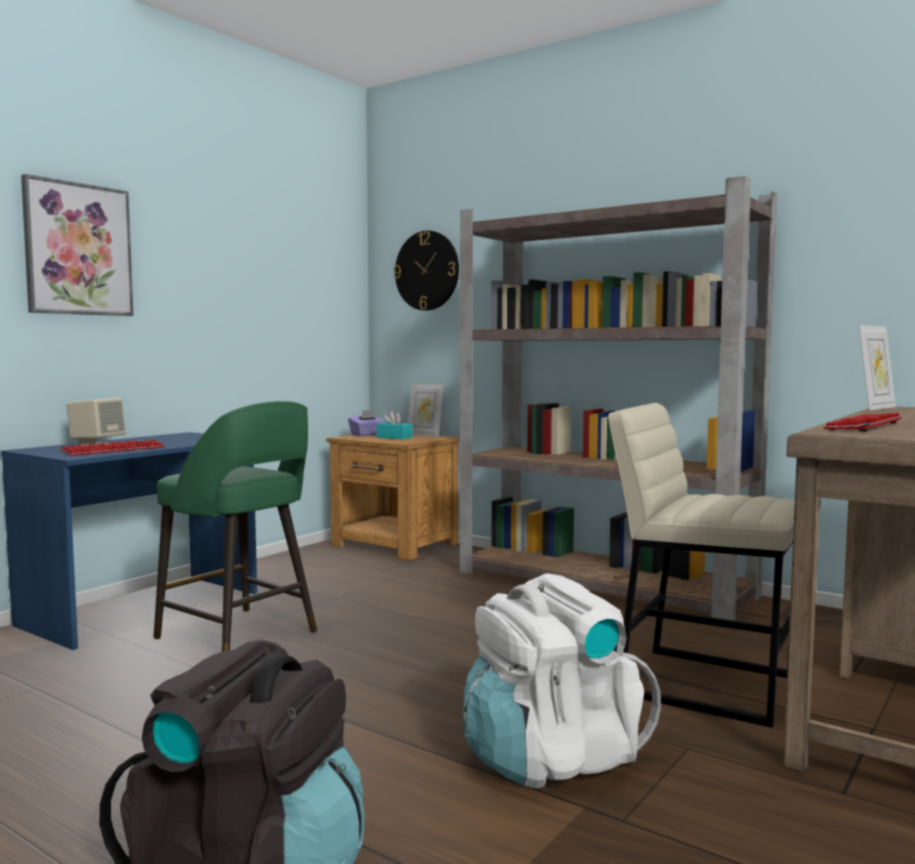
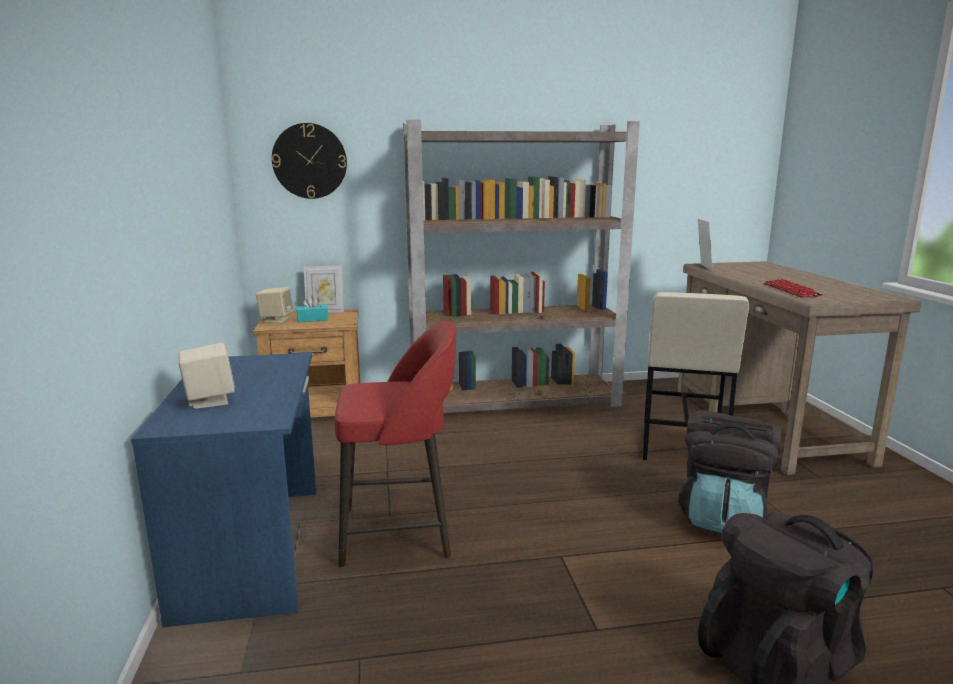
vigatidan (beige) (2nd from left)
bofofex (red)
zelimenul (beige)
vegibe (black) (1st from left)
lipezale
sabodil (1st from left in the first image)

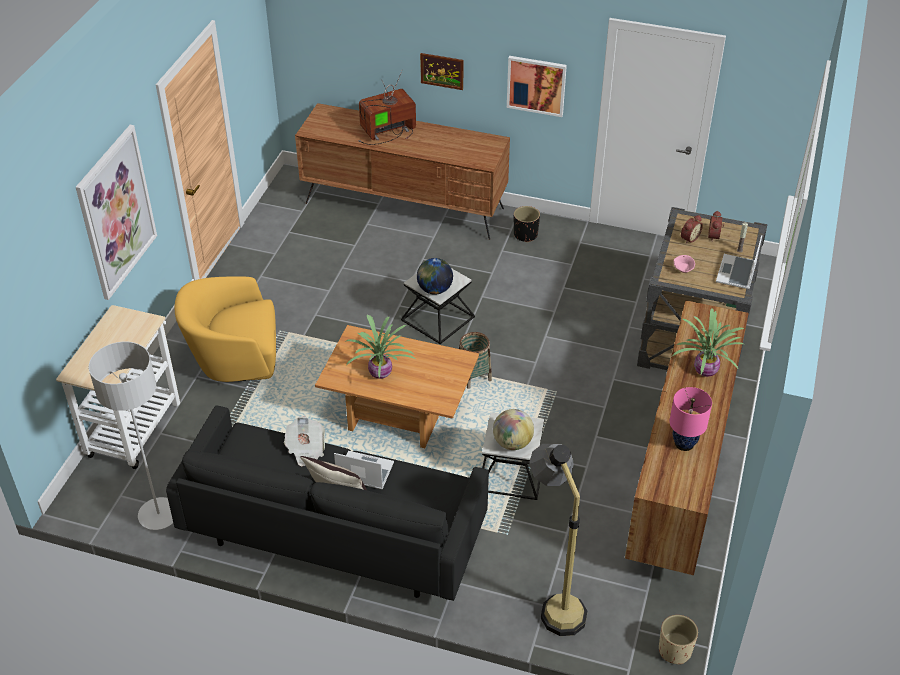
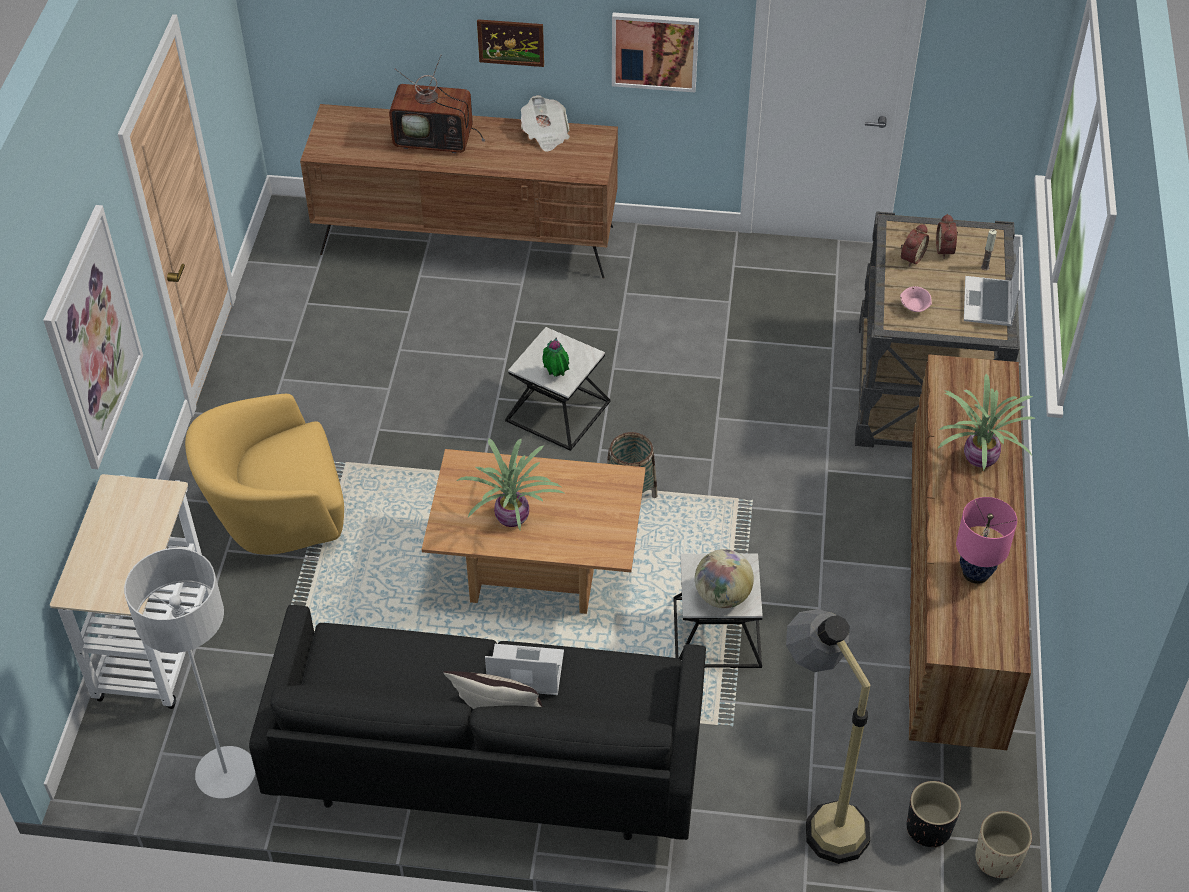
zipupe
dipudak
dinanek (2nd from left)
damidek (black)

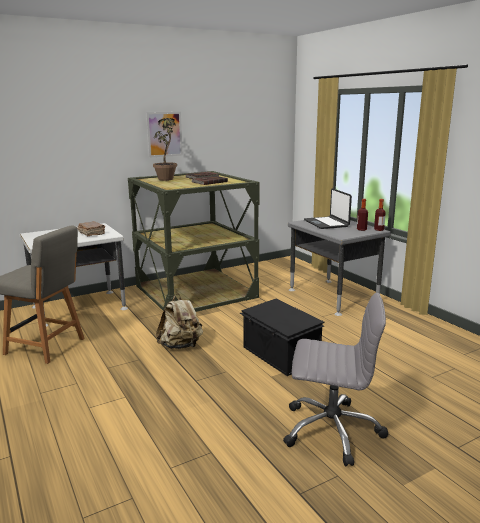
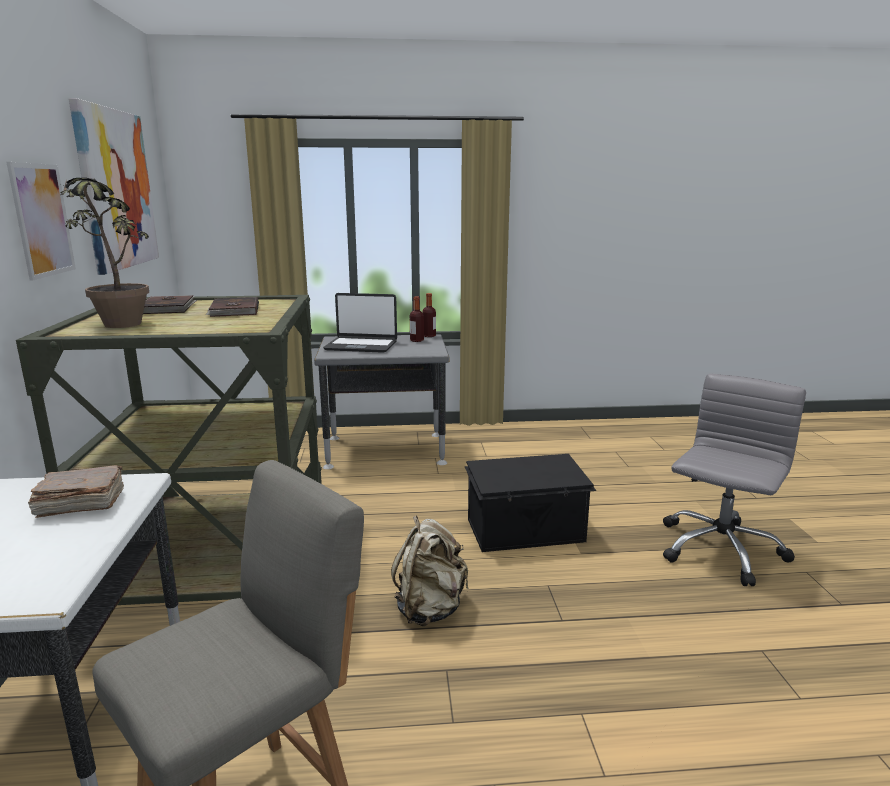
lipezale (2nd from left)

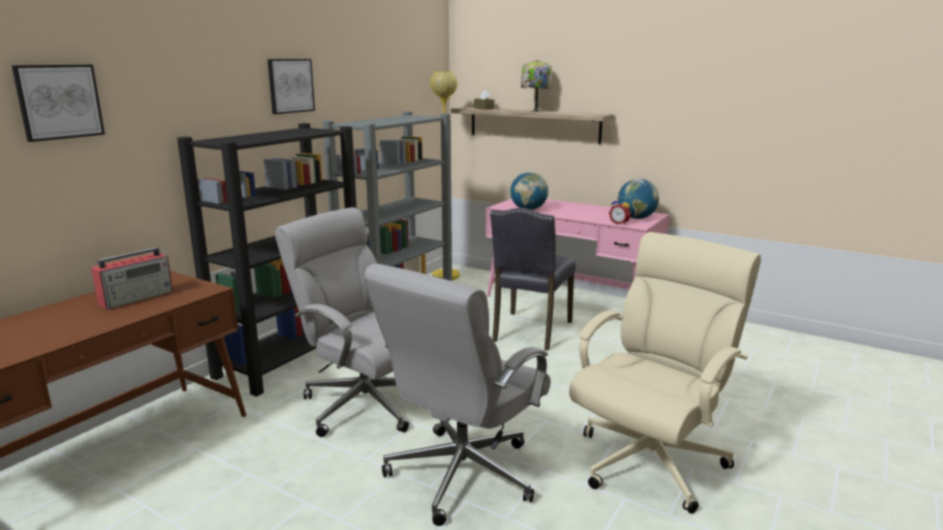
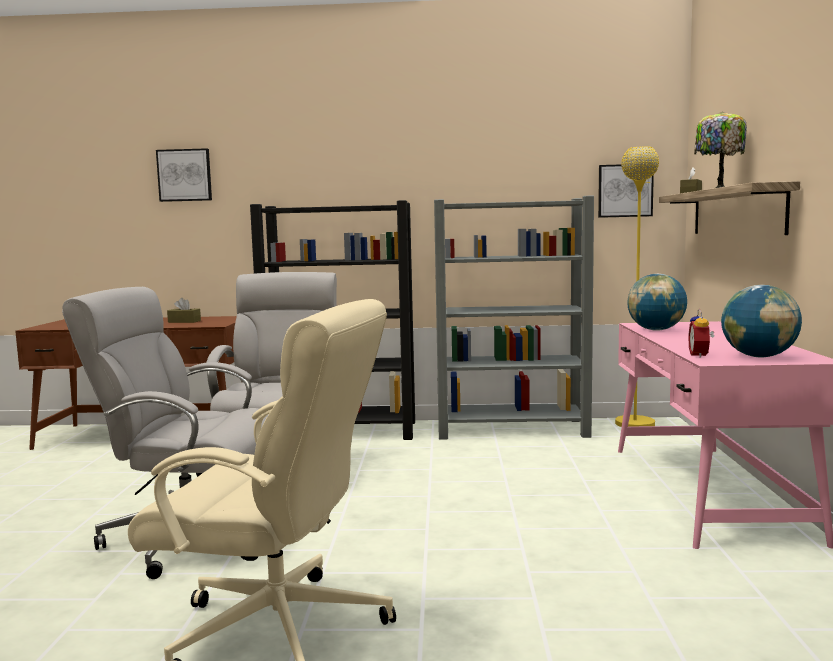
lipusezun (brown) (1st from left)
lipezale (2nd from left)
zelimenul (grey)

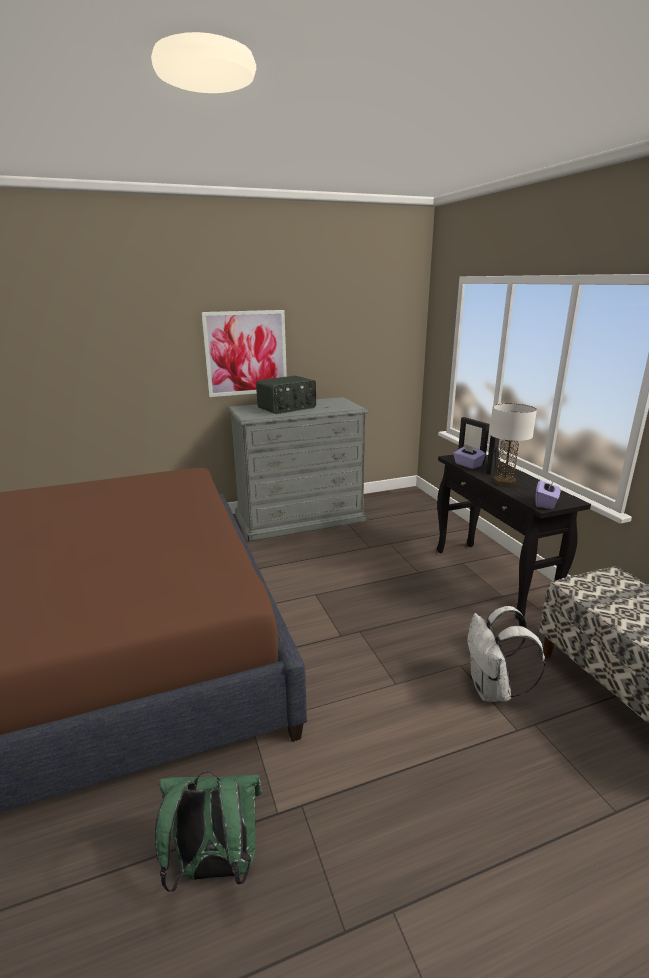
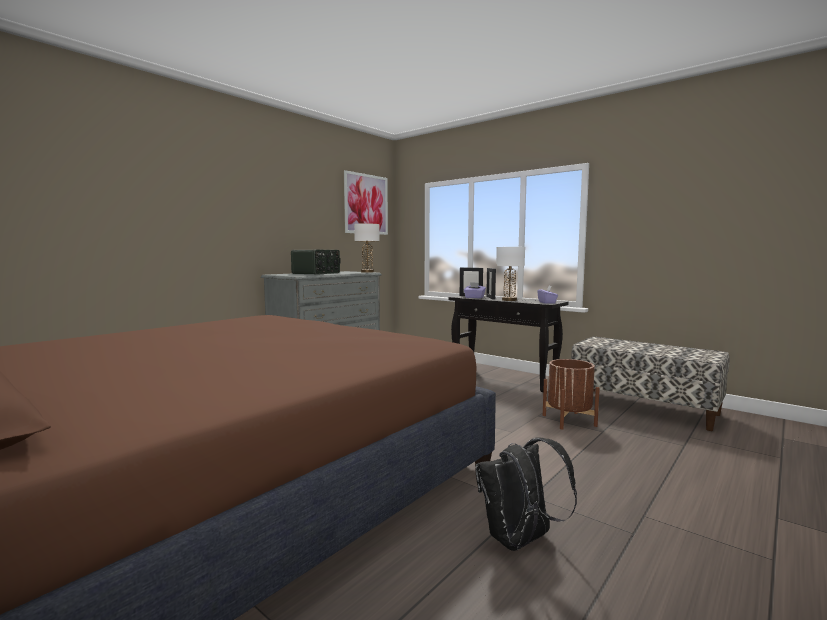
lipezale
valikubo (1st from left)
vegibe (black)
damidek (brown)

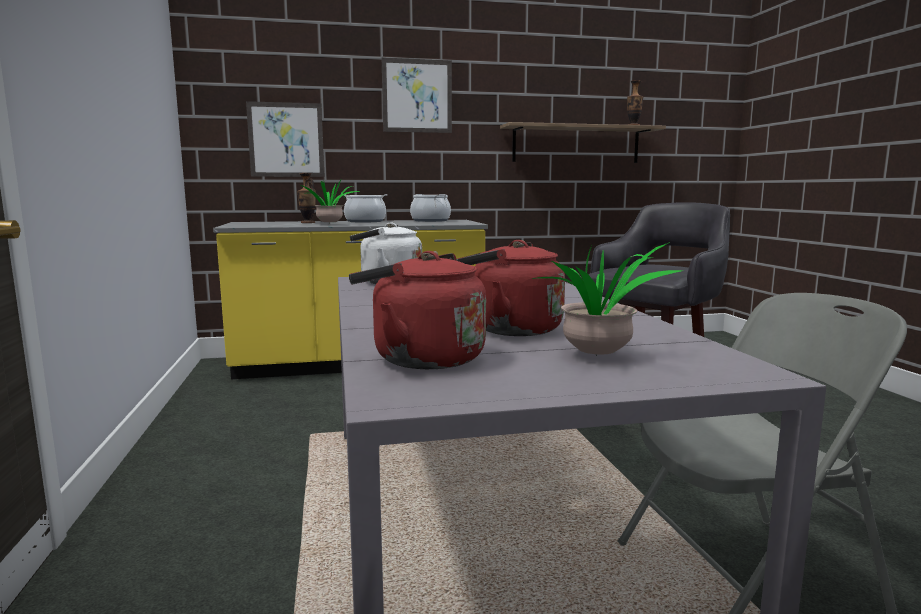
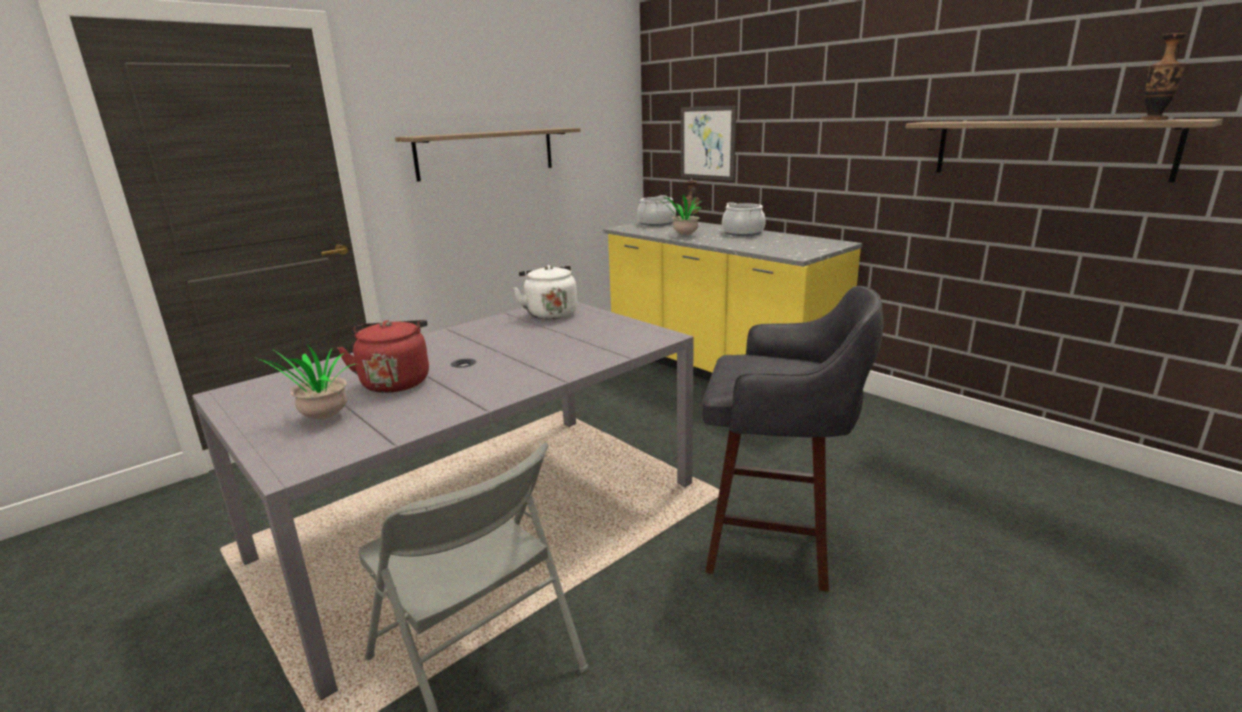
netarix (1st from left)
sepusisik (1st from left)
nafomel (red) (1st from left in the first image)
lipezale (2nd from left in the first image)

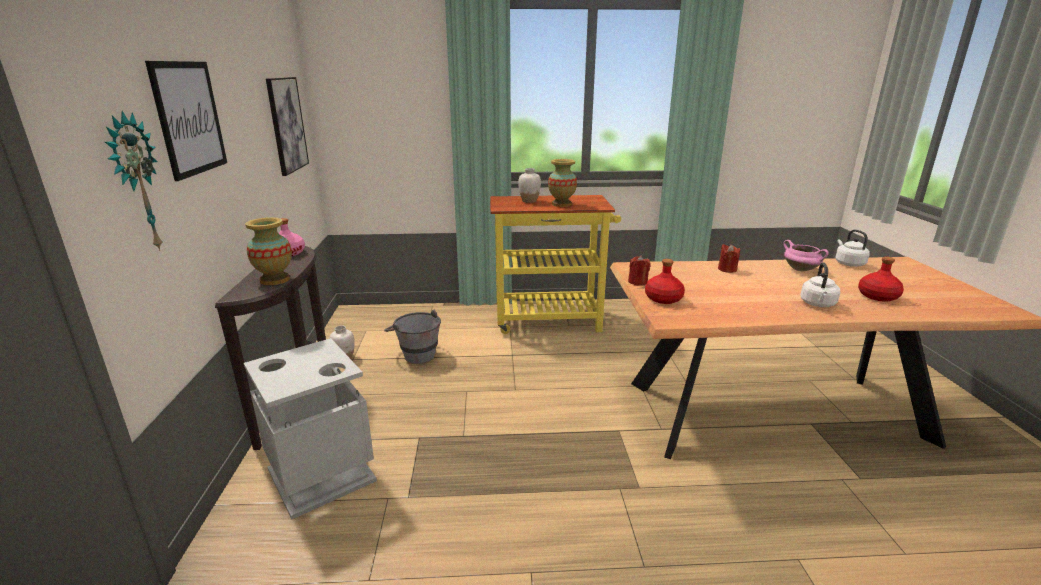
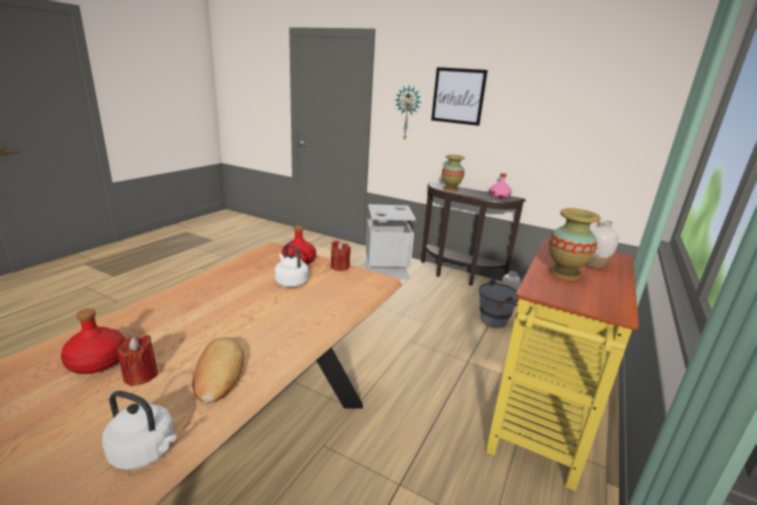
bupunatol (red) (1st from left)
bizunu
nafomel (white) (2nd from left)
lipezale (2nd from left in the first image)

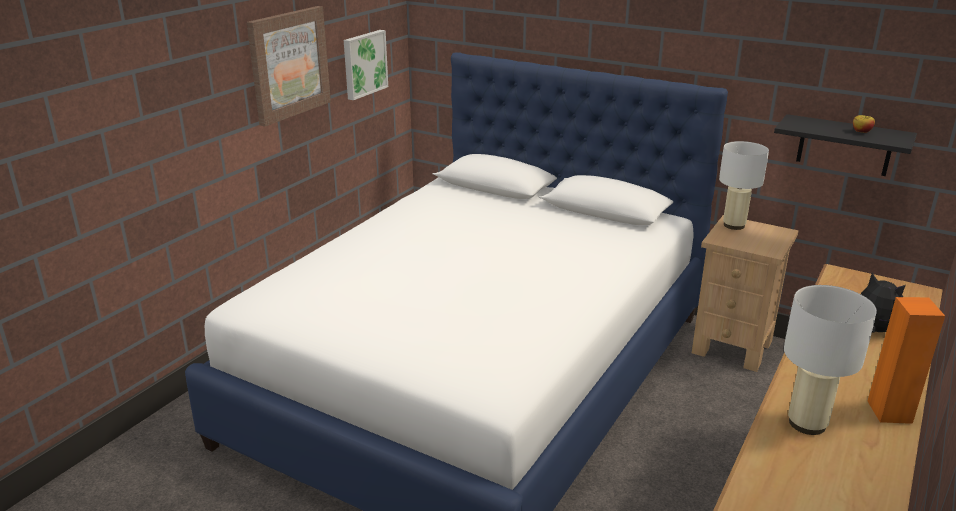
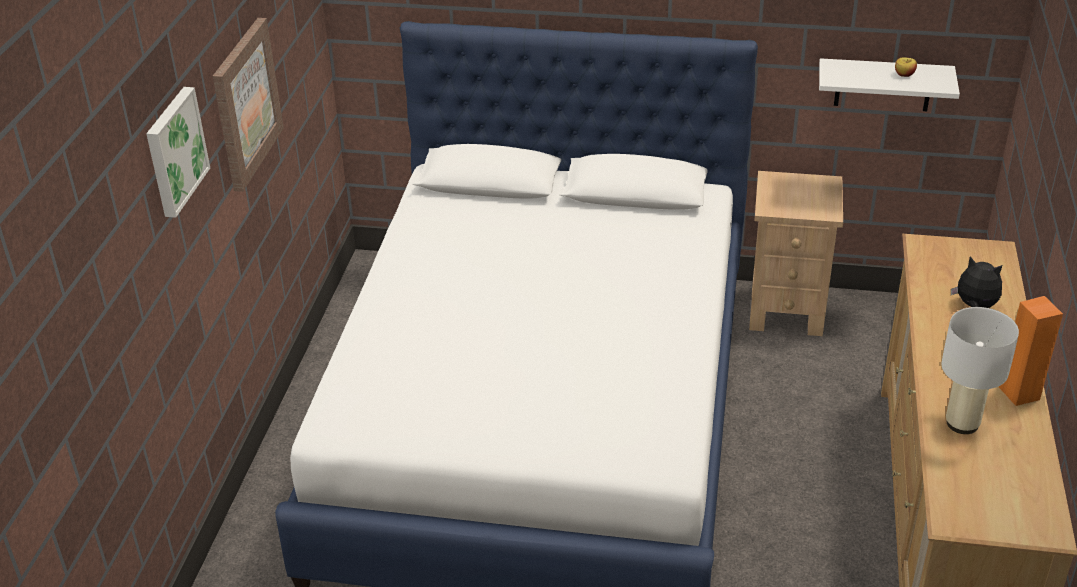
lipezale (1st from left)
netarix (white)
valikubo (white) (1st from left in the first image)

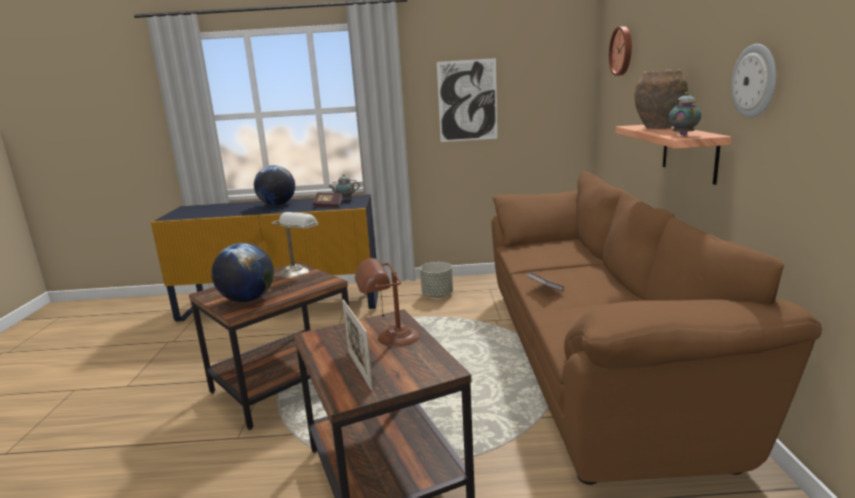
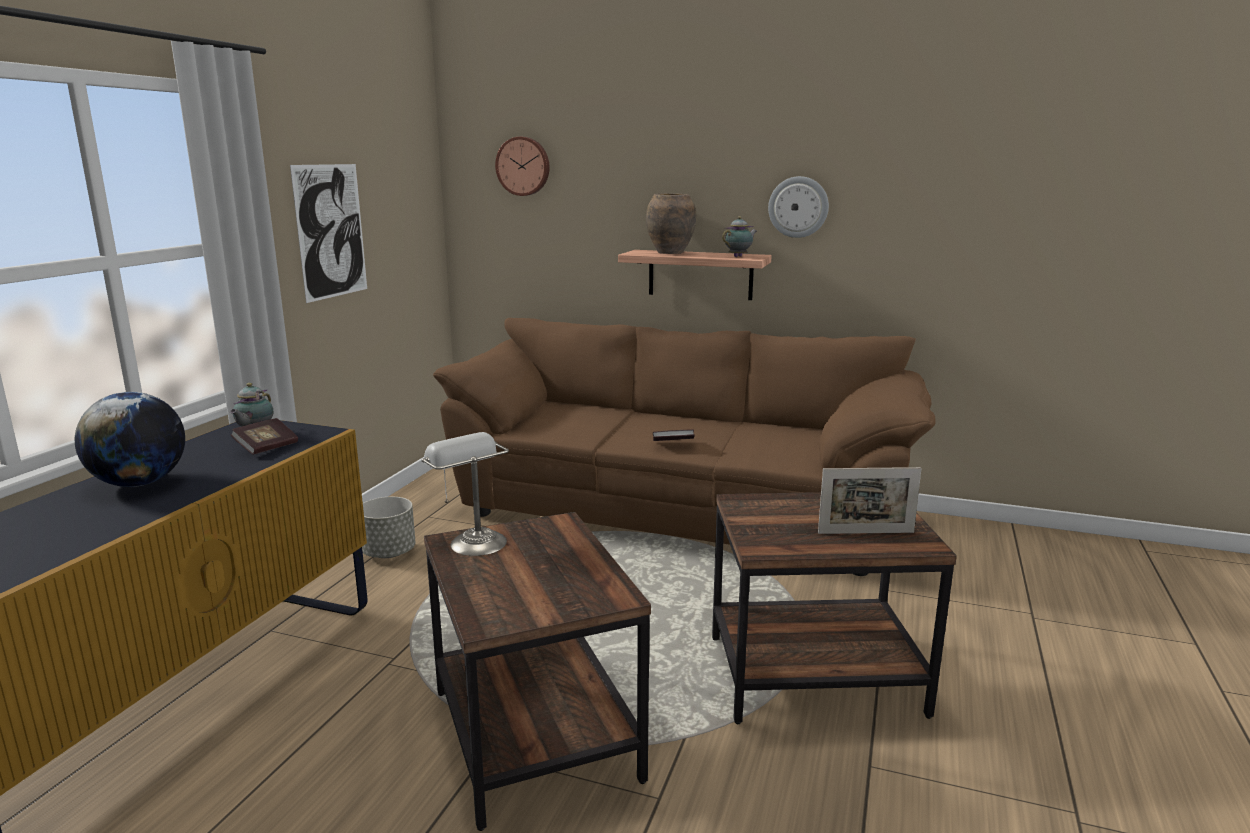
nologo (2nd from left)
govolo (1st from left in the first image)
valikubo (brown)

